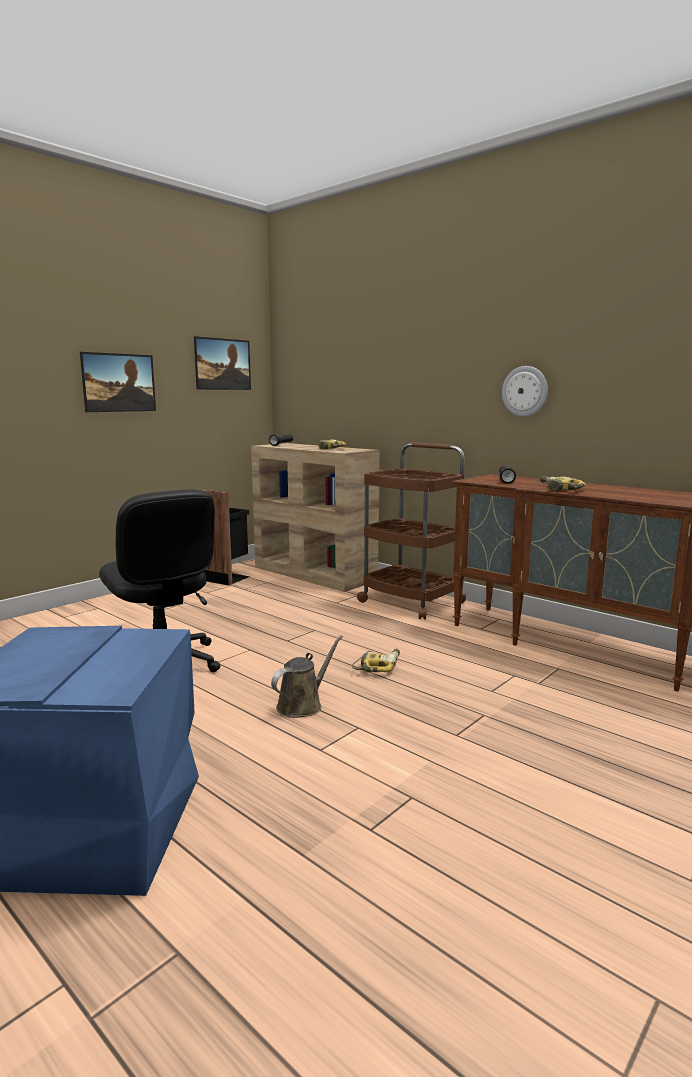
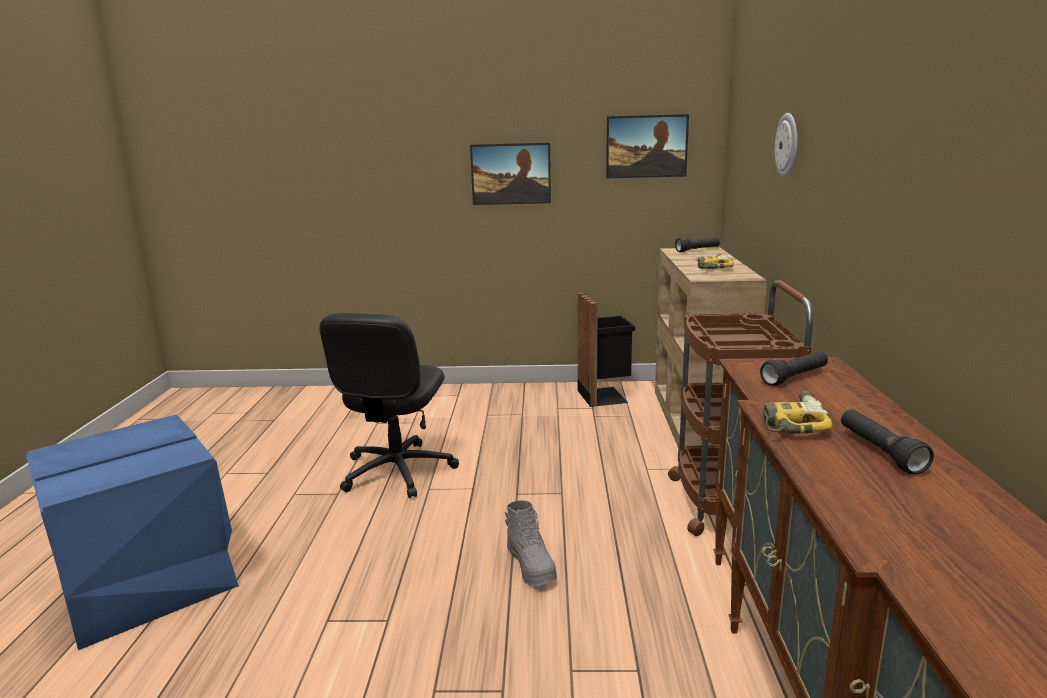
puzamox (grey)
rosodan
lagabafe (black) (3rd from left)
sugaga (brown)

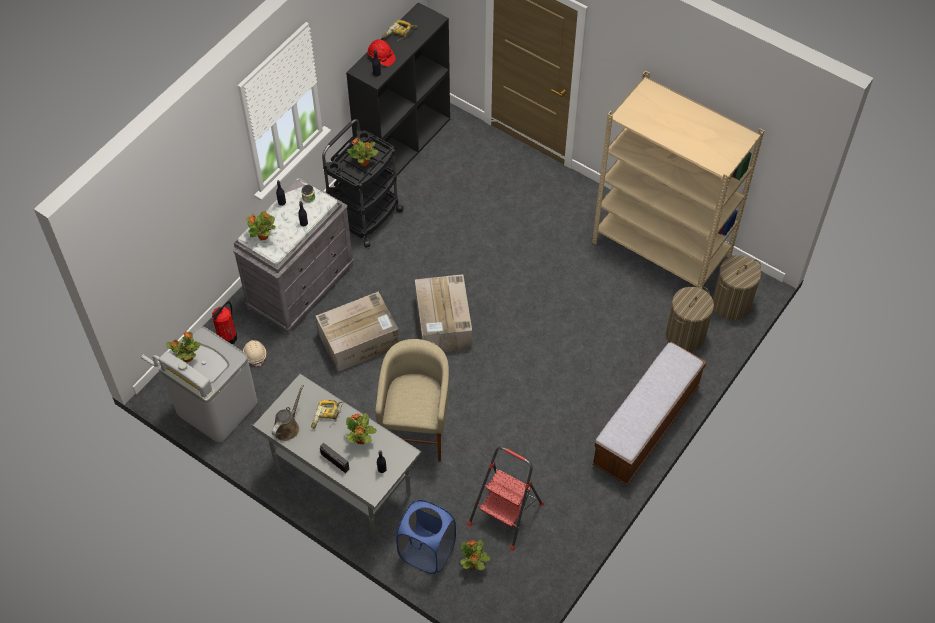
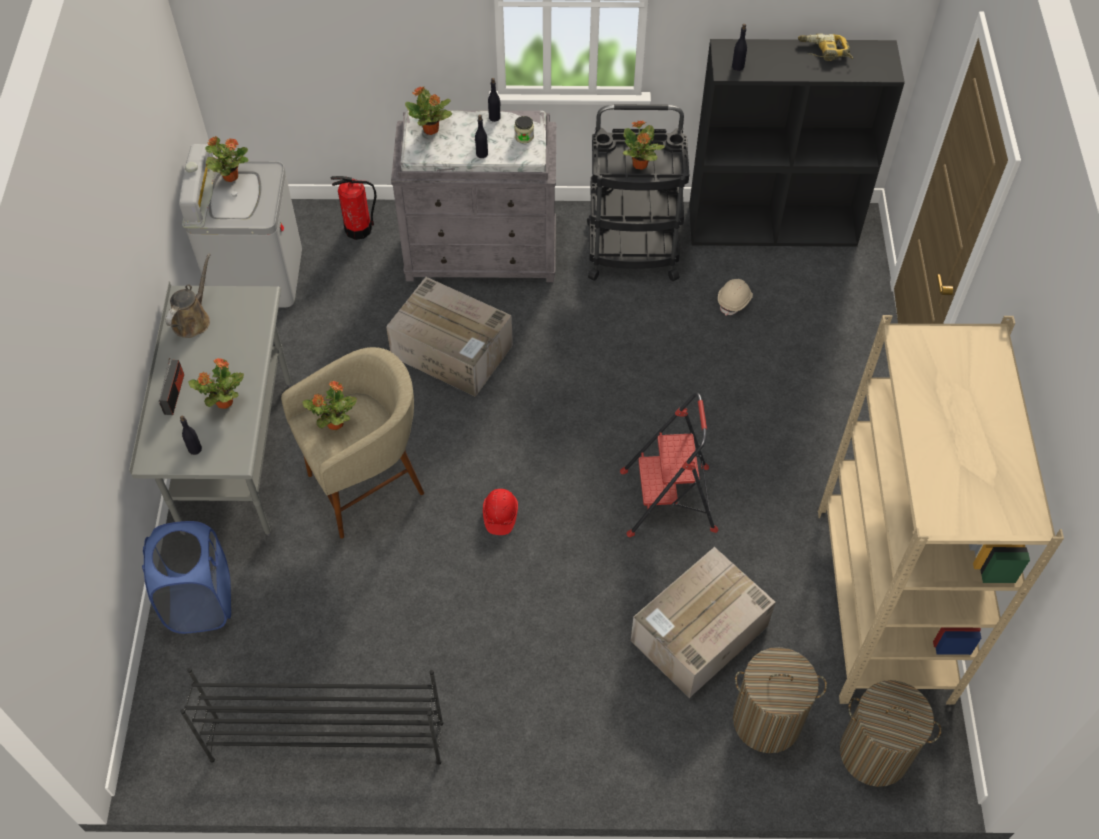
sugaga (brown)
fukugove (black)
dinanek (3rd from left)
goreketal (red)
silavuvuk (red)
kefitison (2nd from left)
goreketal (beige)
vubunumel (1st from left in the first image)
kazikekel

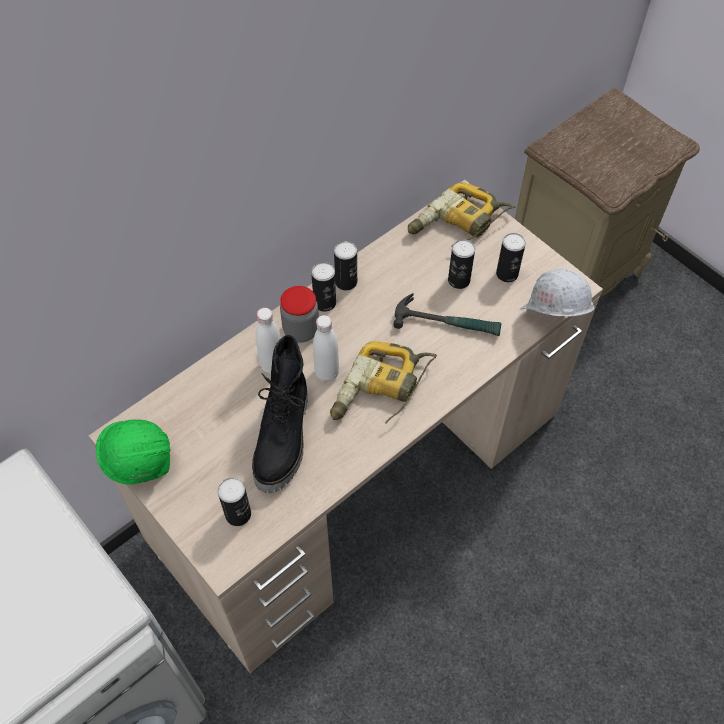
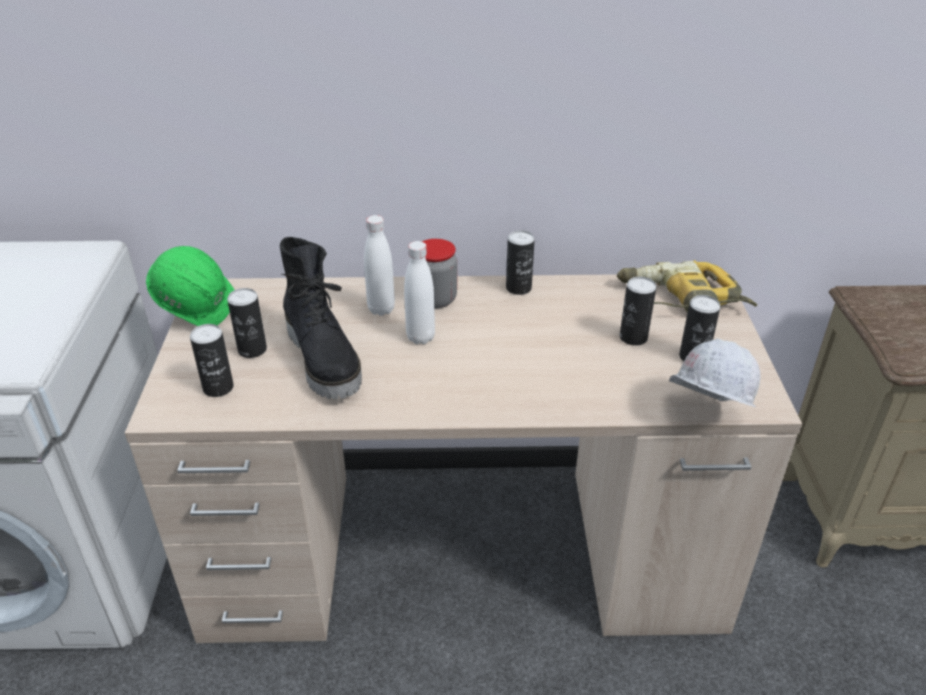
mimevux (2nd from left)
puzamox (black)
vubunumel (1st from left in the first image)
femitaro

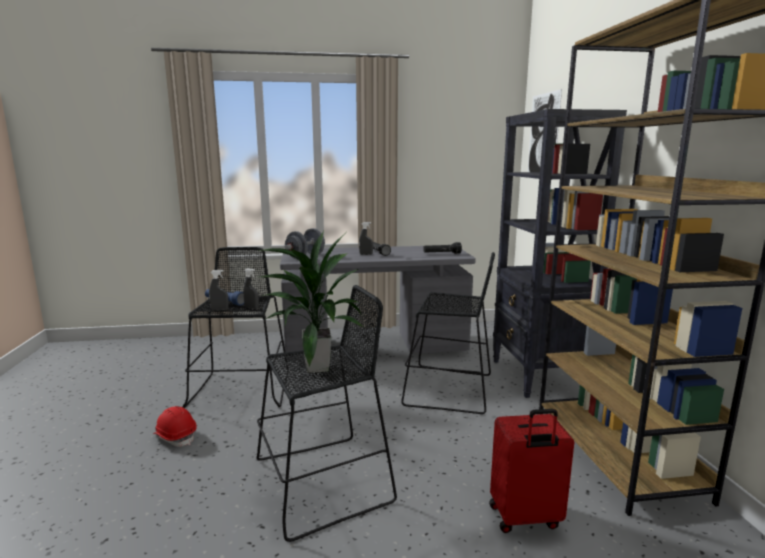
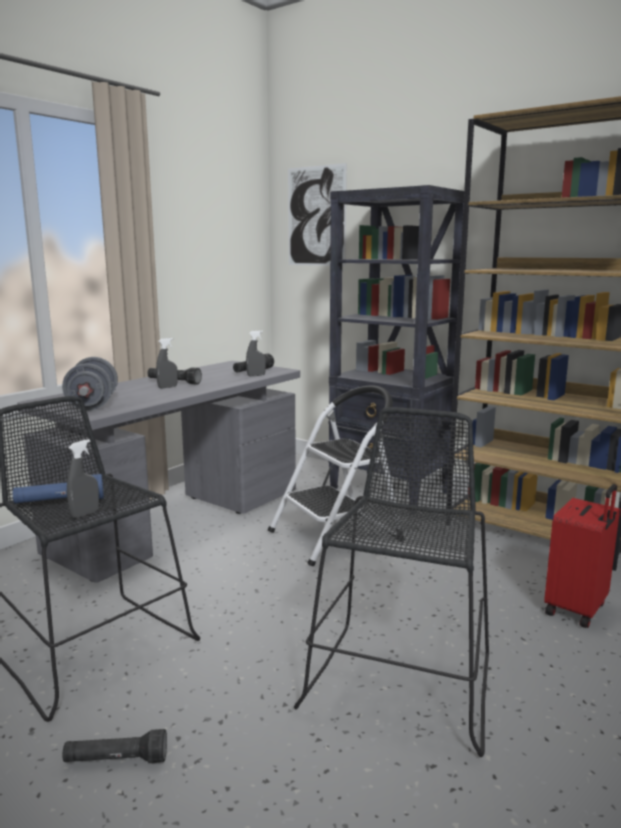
lagabafe (black) (1st from left)
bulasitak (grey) (3rd from left)
silavuvuk
dinanek

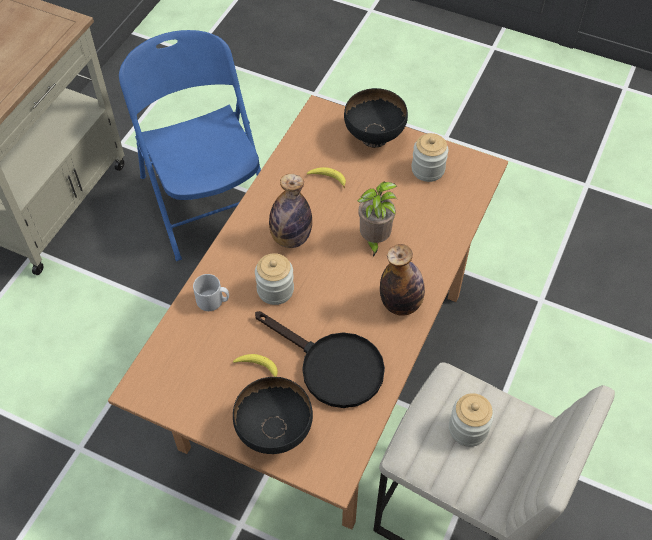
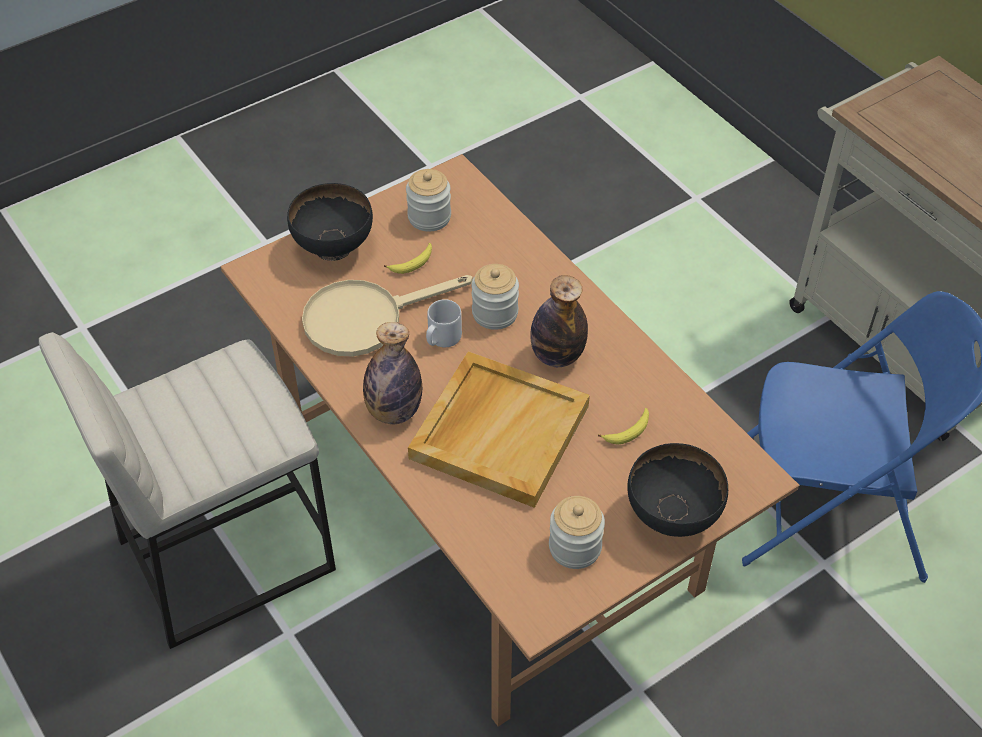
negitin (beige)
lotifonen (1st from left)
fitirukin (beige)
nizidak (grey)

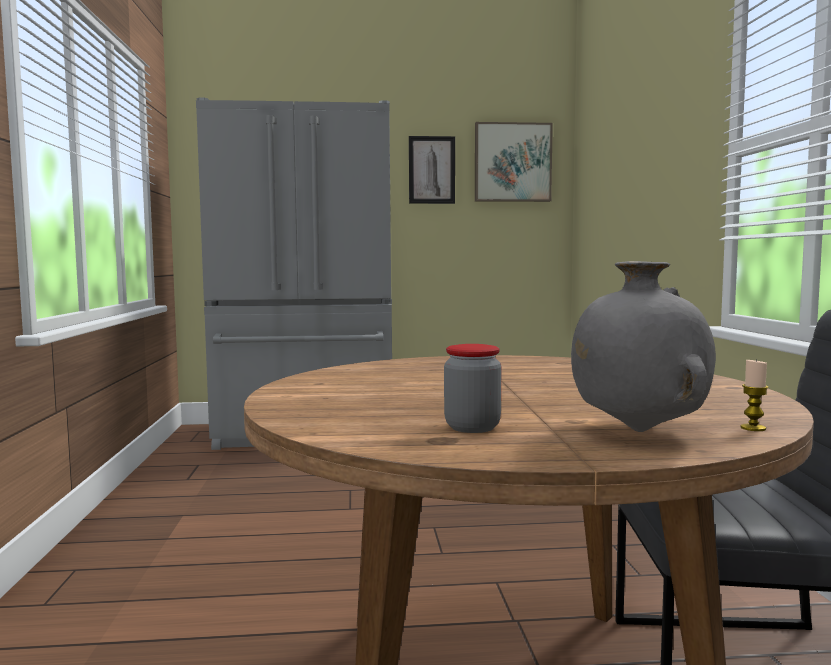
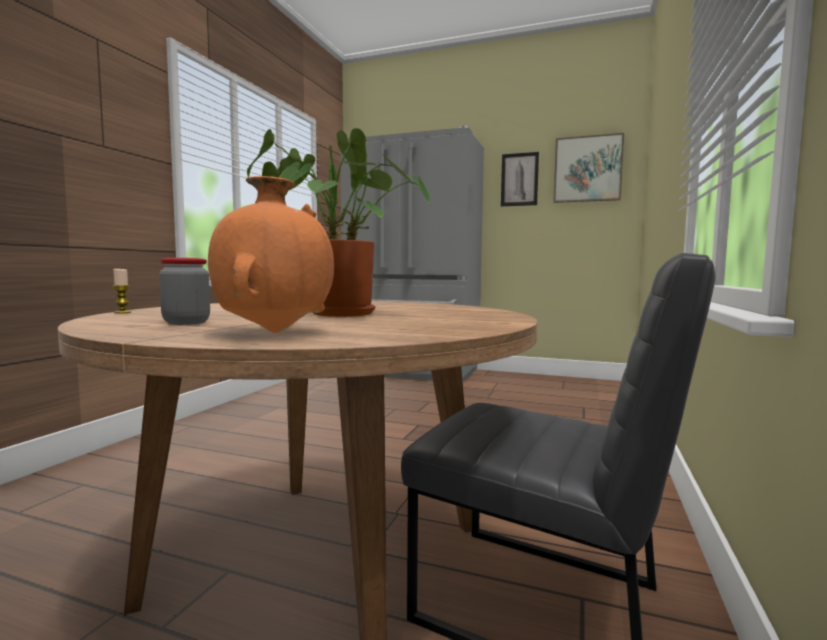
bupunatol
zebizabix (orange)
dinanek

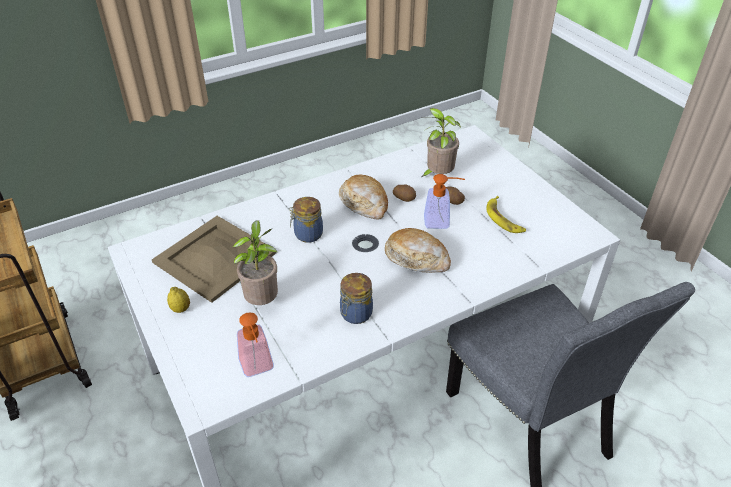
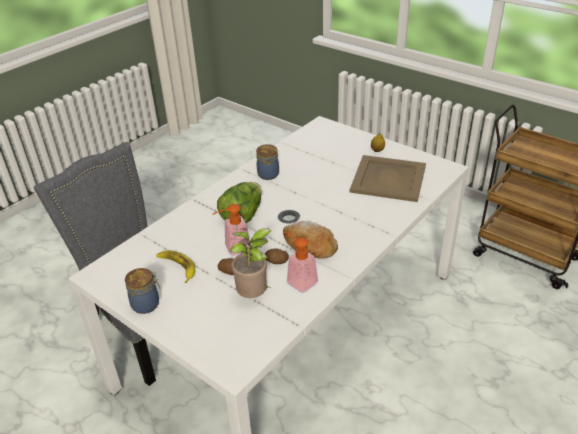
lotifonen (1st from left)
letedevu
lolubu (2nd from left)
dinanek (1st from left in the first image)

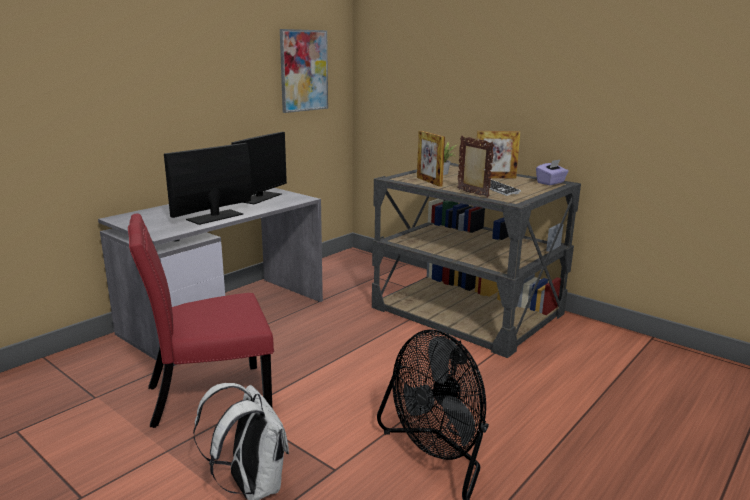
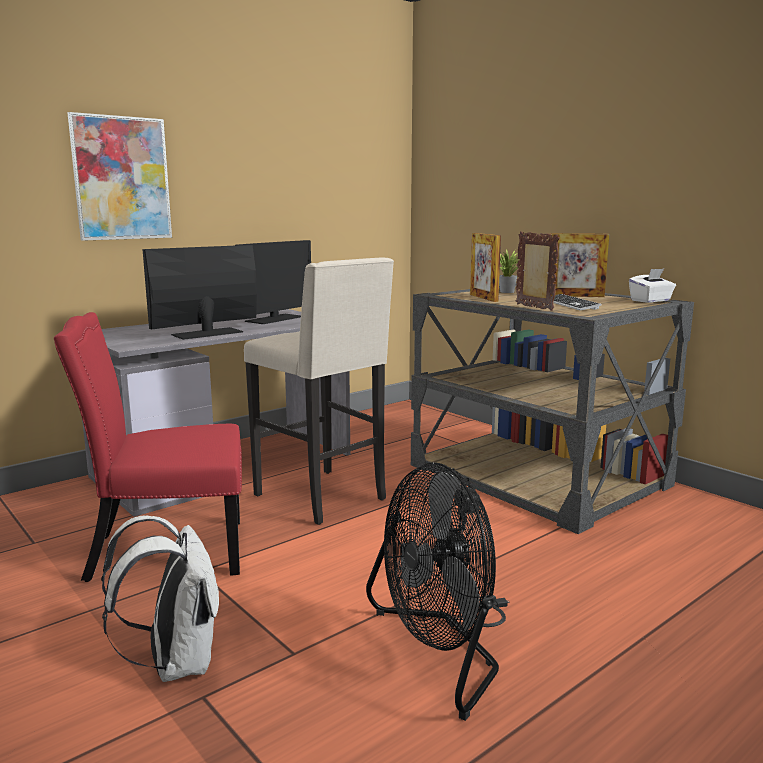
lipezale
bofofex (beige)
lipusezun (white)

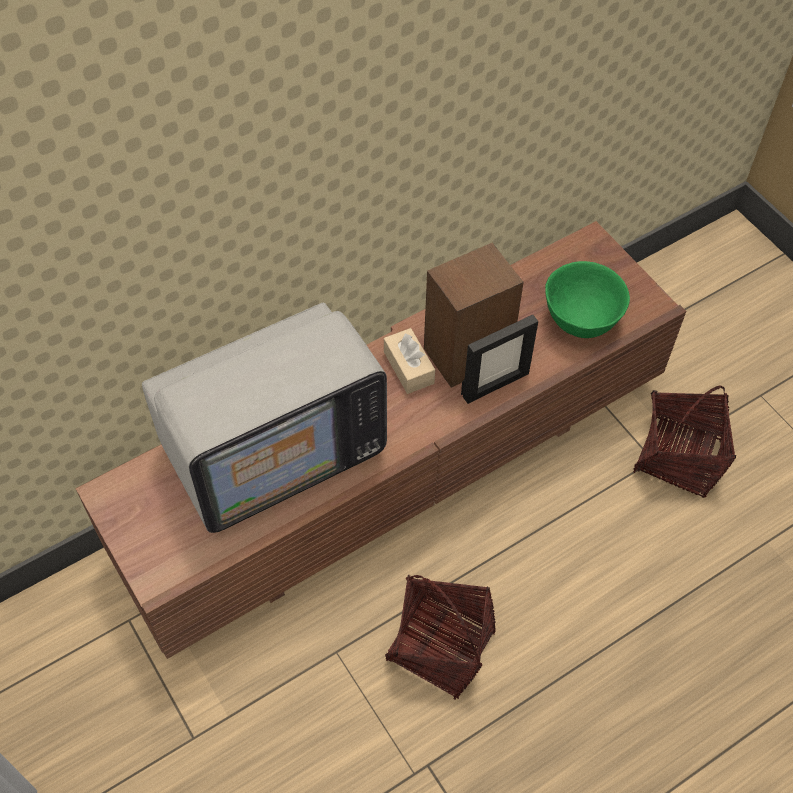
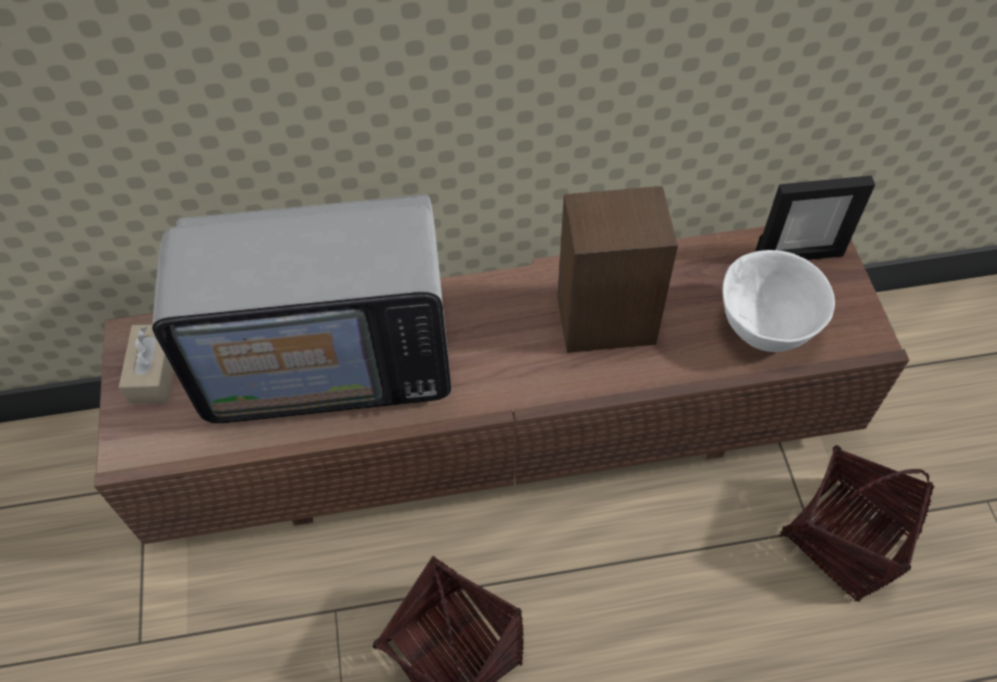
lipusezun (beige)
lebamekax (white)
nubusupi

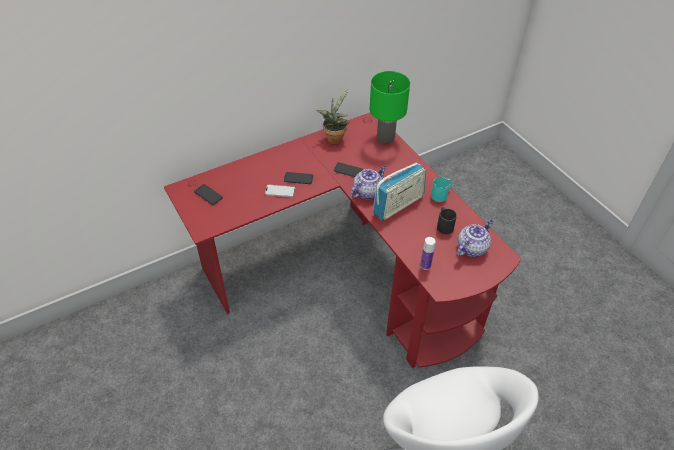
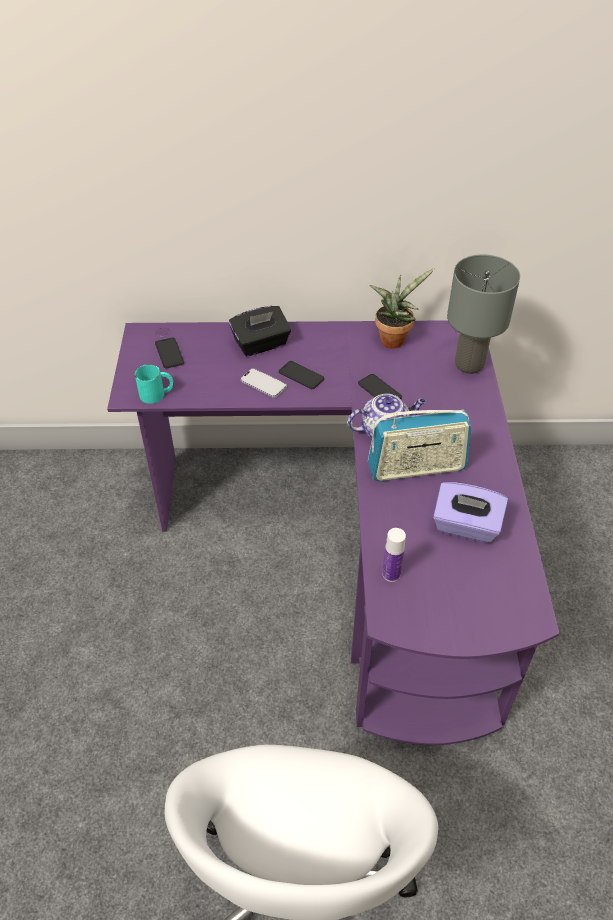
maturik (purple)
nizidak (turquoise)
lipusezun (black)
lipusezun (purple)
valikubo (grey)
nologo (2nd from left in the first image)

